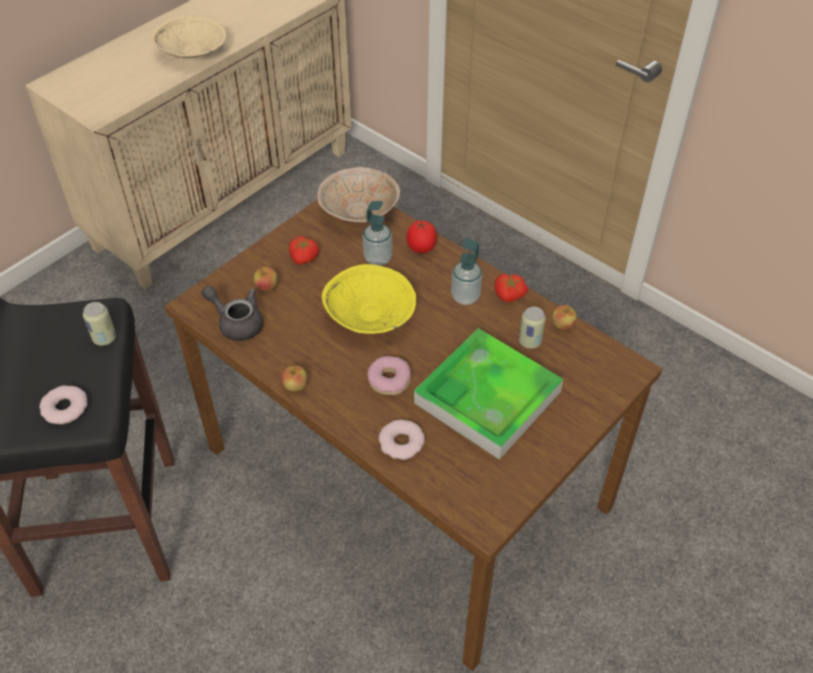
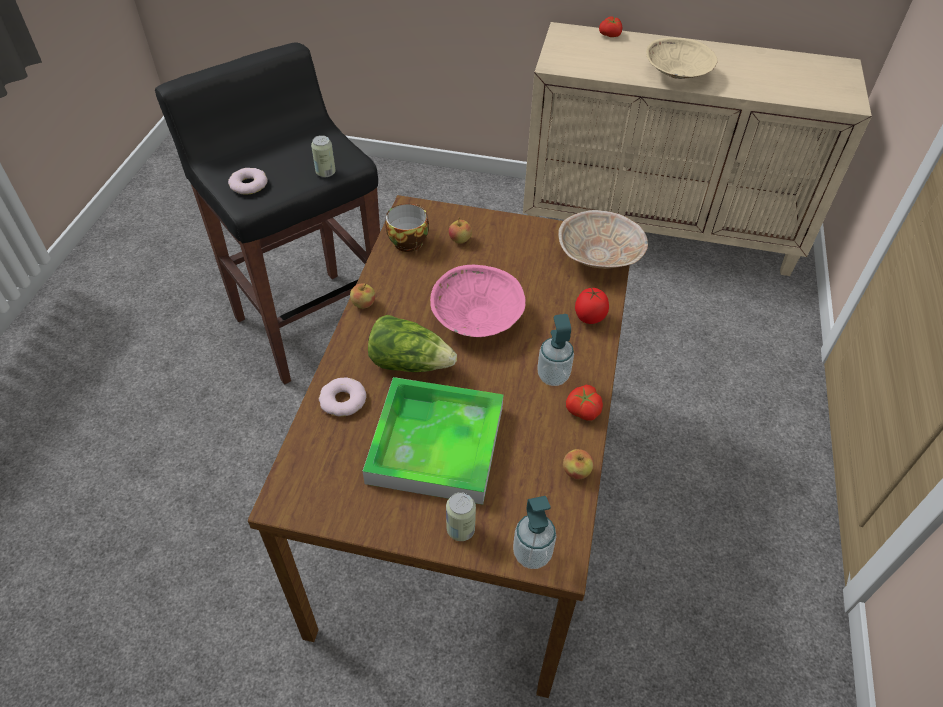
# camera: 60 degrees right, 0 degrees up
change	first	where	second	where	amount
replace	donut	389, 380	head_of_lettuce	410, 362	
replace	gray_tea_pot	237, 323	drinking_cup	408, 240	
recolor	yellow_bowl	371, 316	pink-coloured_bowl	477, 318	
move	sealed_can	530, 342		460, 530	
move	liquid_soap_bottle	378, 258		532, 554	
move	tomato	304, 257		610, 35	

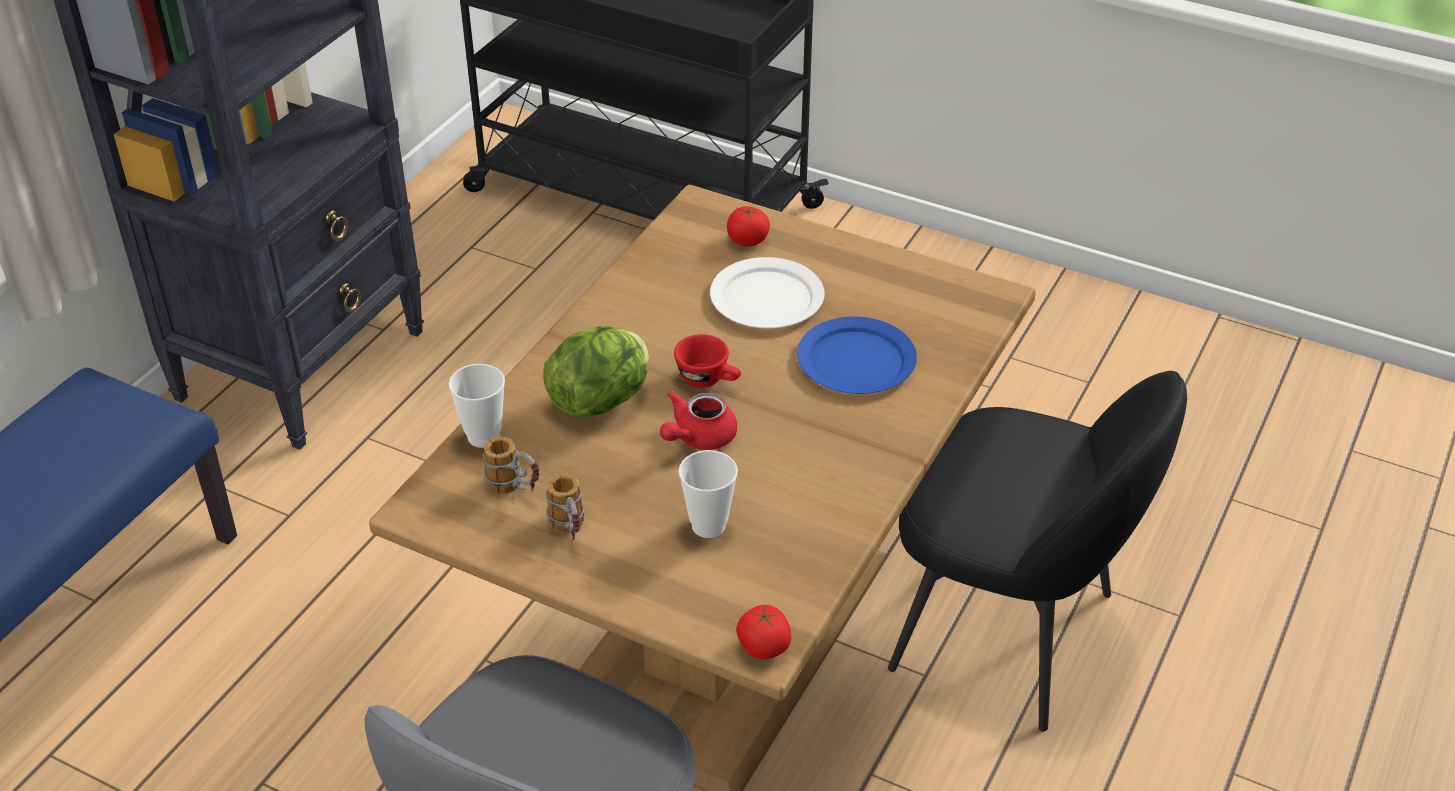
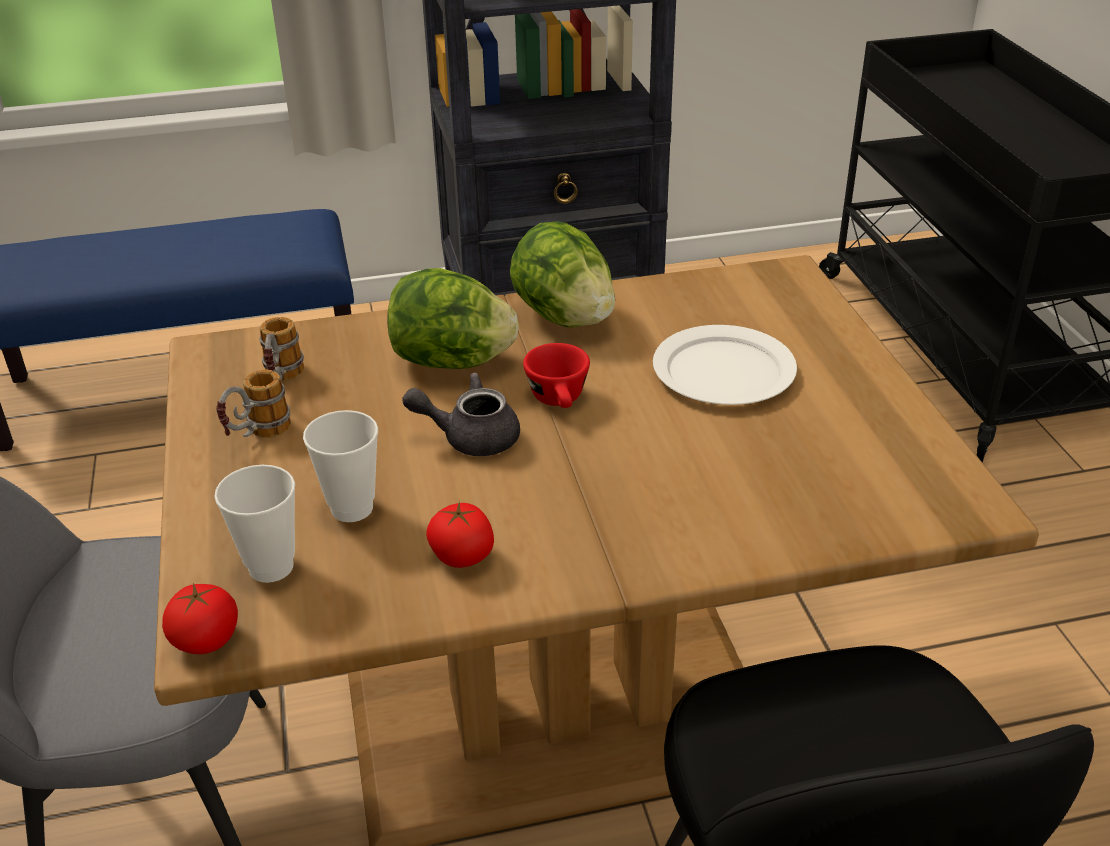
# camera: 50 degrees right, 5 degrees down
change	first	where	second	where	amount
move	drinking_cup	483, 436		271, 567	
recolor	red-coloured_tea_pot	698, 437	gray_tea_pot	470, 437	
move	tomato	748, 241		462, 556	
insert			head_of_lettuce	564, 317	
delete	blue_plate	855, 361			

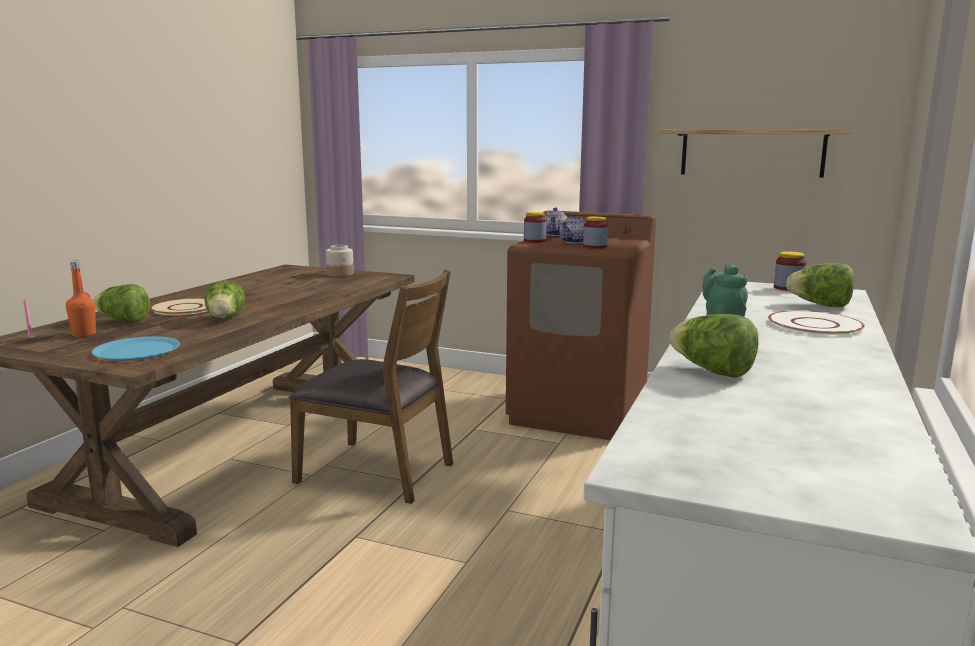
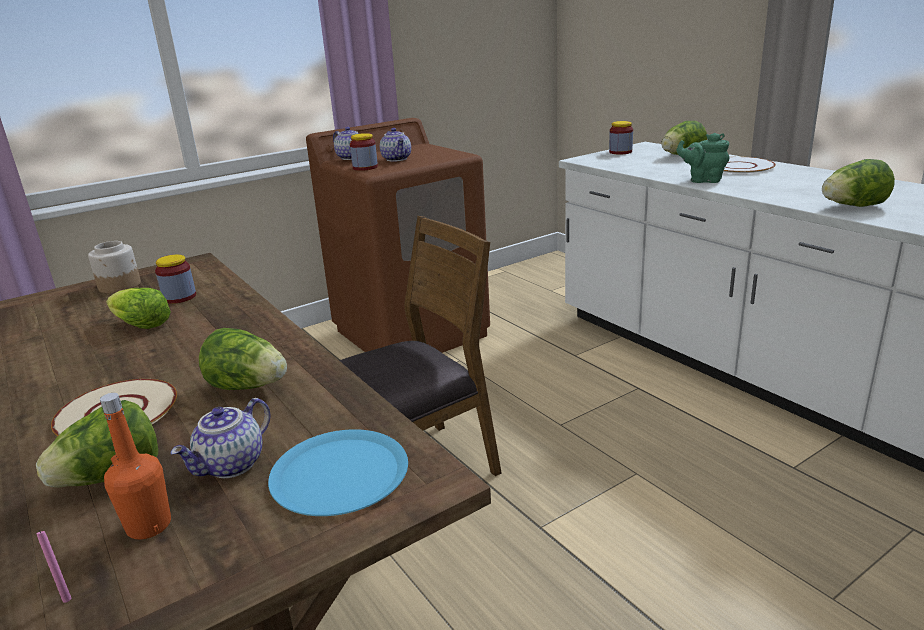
# camera: 55 degrees left, 10 degrees up
change	first	where	second	where	amount
insert			head_of_lettuce	140, 325	
move	preserve_jar	594, 247		179, 297	
insert			tea_pot	232, 466	
delete	bracket_shelf	752, 153			

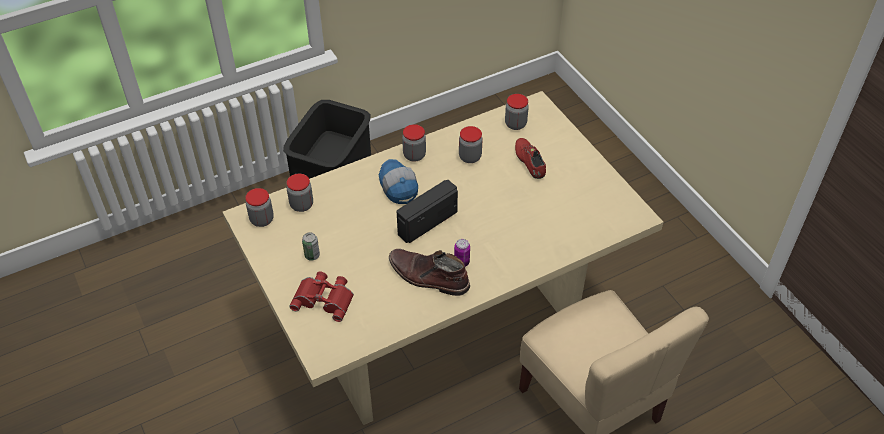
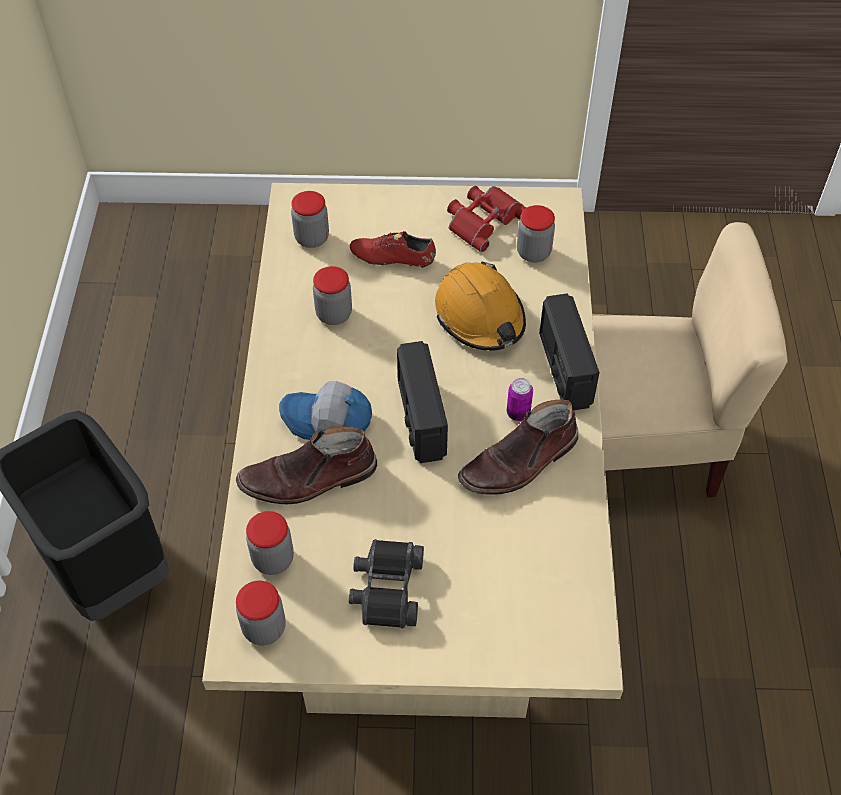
# camera: 60 degrees left, 5 degrees up
change	first	where	second	where	amount
insert			brownish_high-top_boot	308, 479	
replace	sealed_can	312, 255	black-coloured_binoculars	387, 589	
insert			orangey_safety_helmet	480, 316	
move	red-coloured_binoculars	324, 298		483, 220	
move	preserve_jar	414, 155		533, 253	
insert			radio_receiver	564, 369	

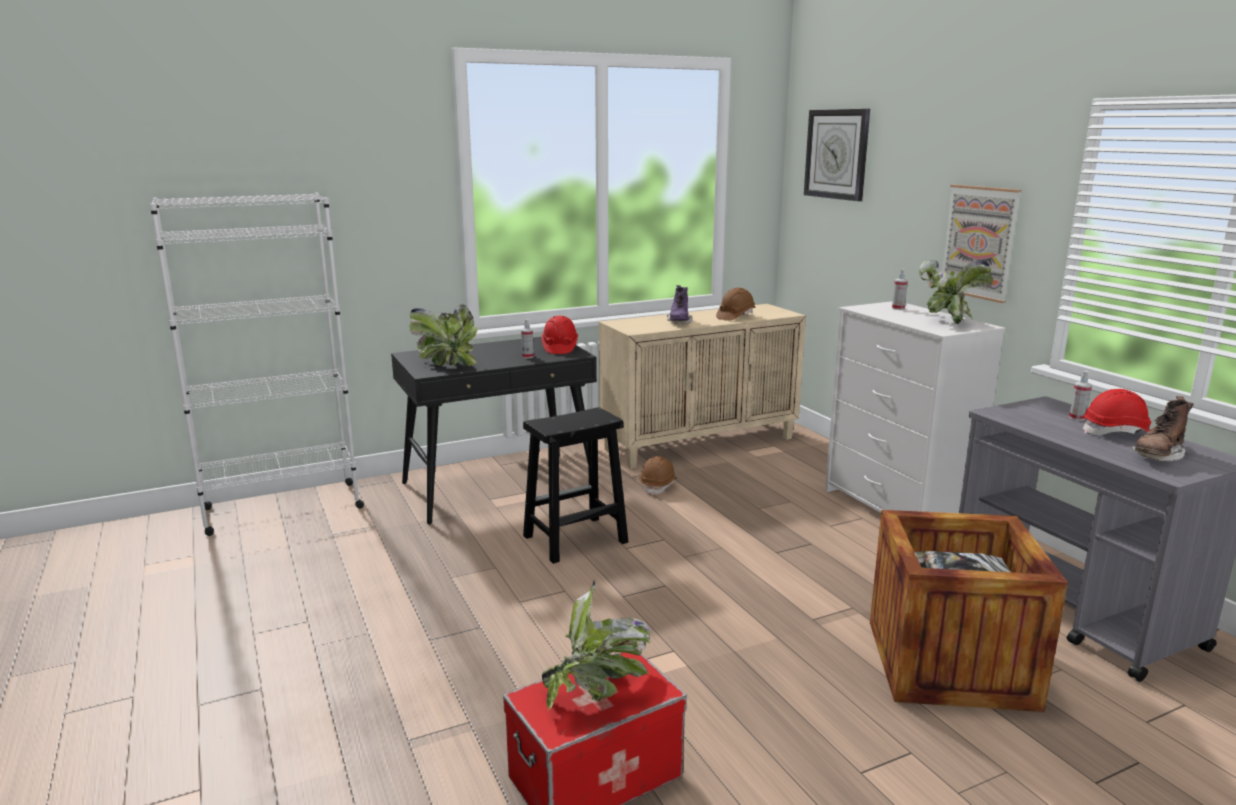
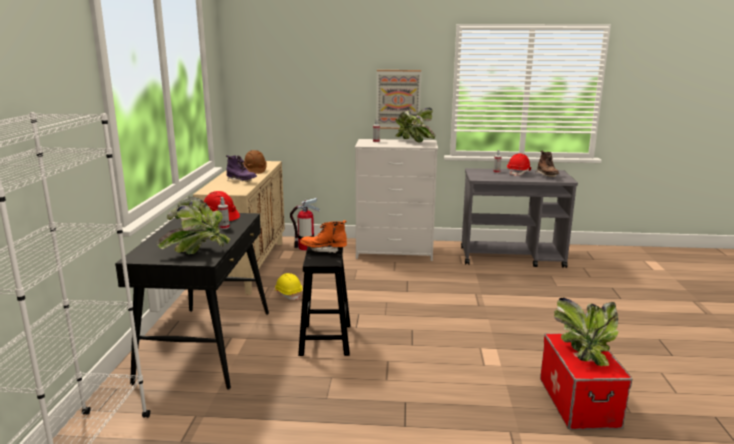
# camera: 60 degrees left, 0 degrees up
change	first	where	second	where	amount
recolor	brownish_safety_helmet	658, 486	yellow_safety_helmet	288, 294	
insert			fire-fighting_cylinder	306, 247	
insert			orangey_high-top_boot	324, 250	
delete	hanging_clock	837, 154			
delete	crate	949, 663			

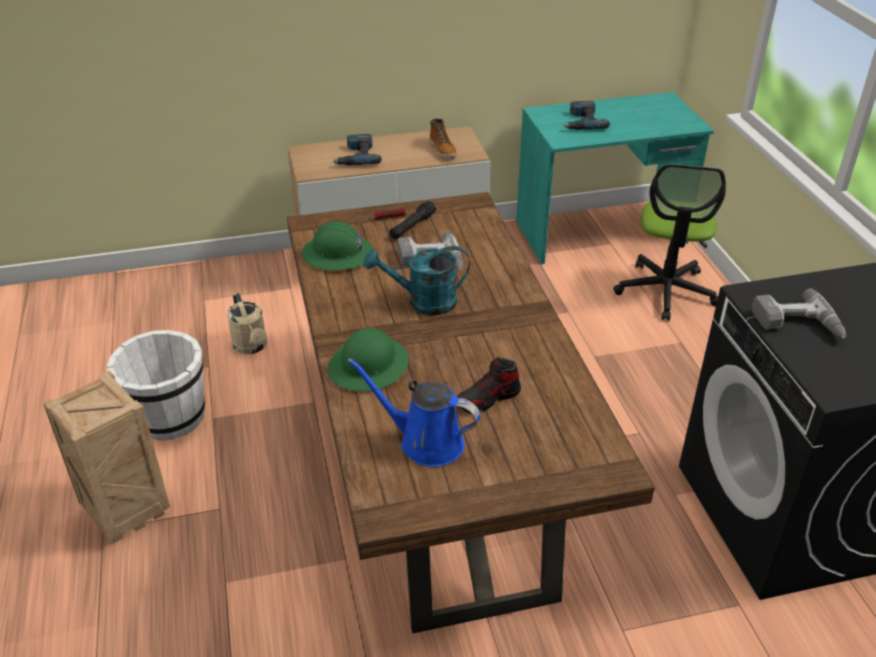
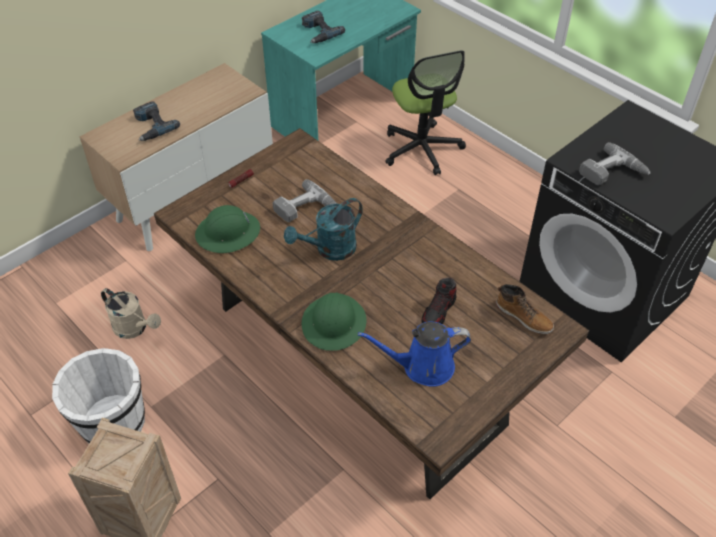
# camera: 30 degrees left, 10 degrees up
change	first	where	second	where	amount
move	high-top_boot	443, 149		524, 317	
delete	black-coloured_torch	412, 226			

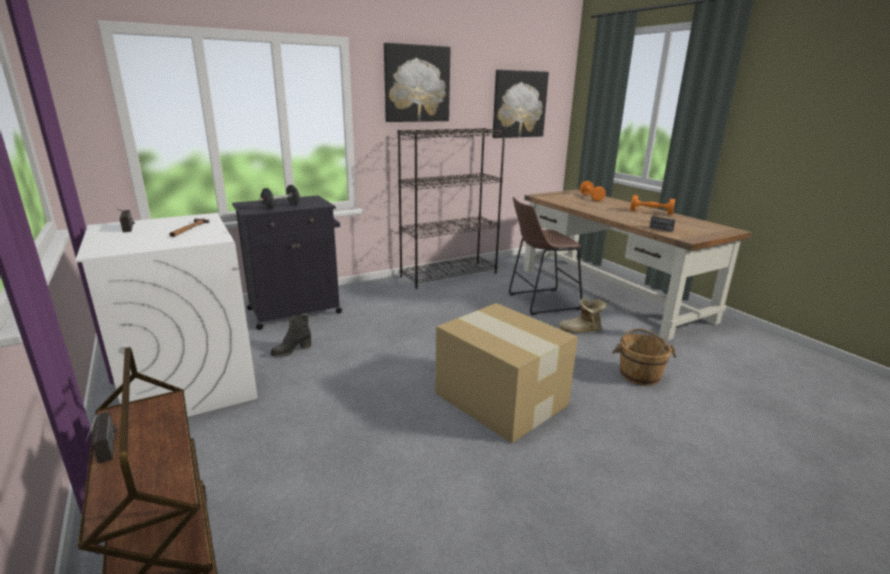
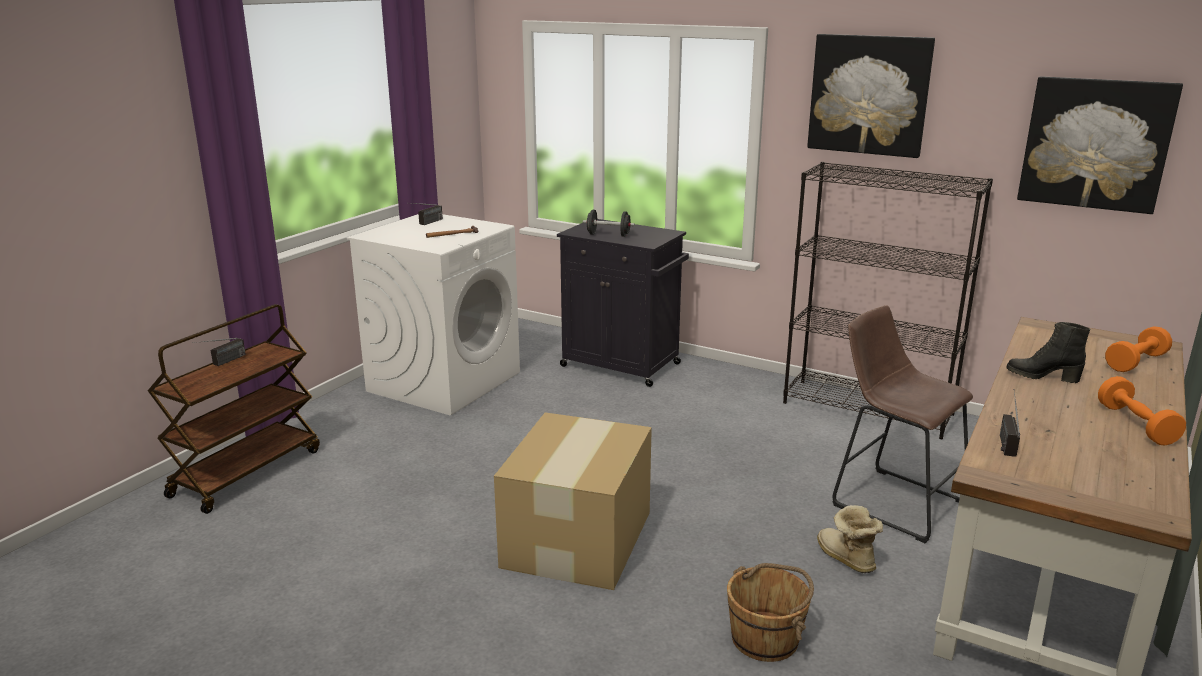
# camera: 60 degrees right, 0 degrees up
change	first	where	second	where	amount
move	black-coloured_high-top_boot	291, 351		1042, 376	

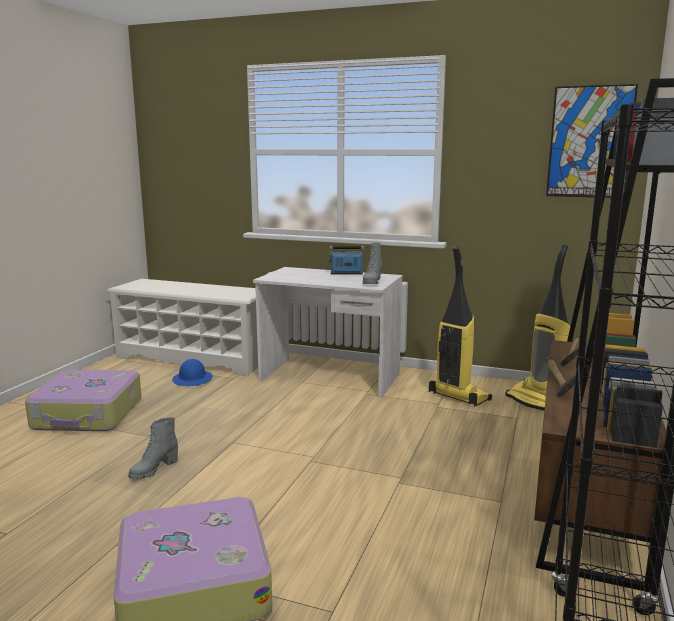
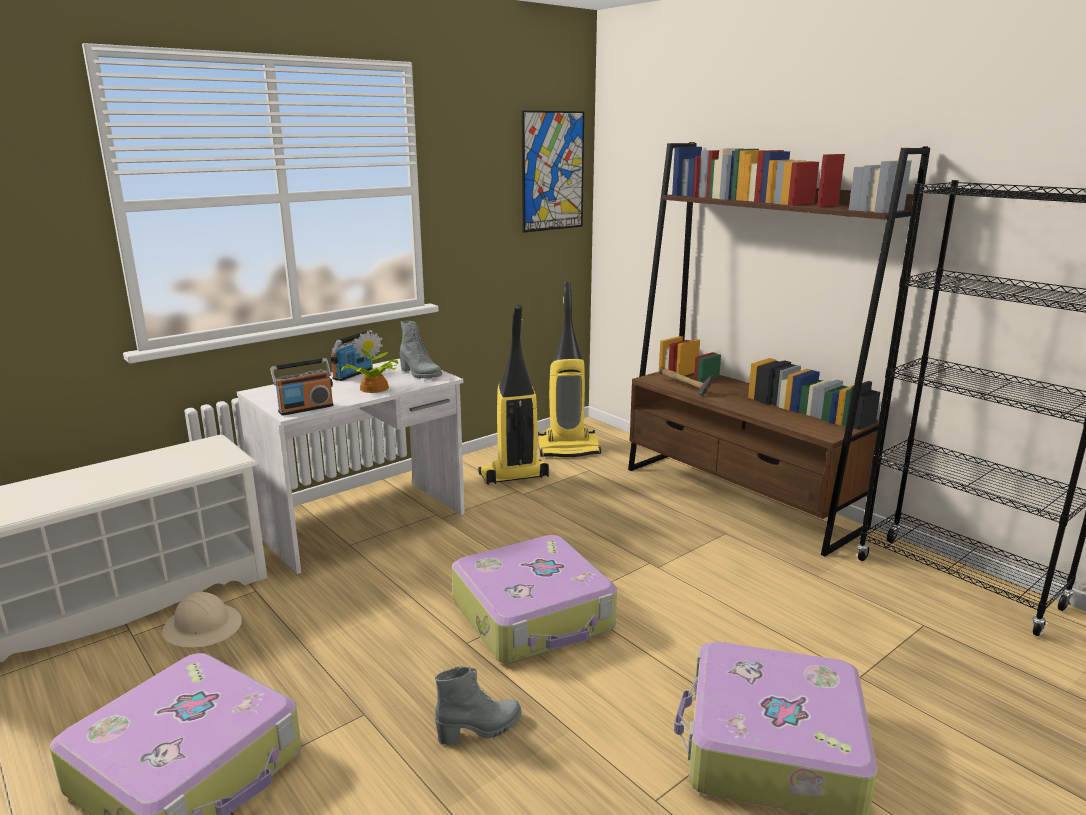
# camera: 60 degrees left, 5 degrees up
change	first	where	second	where	amount
recolor	blue_safety_helmet	193, 379	sand-coloured_safety_helmet	203, 627	
insert			radio_receiver	306, 408	
insert			plant_in_a_pot	373, 388	
rotate	gray_high-top_boot	153, 470		480, 729	90 degrees counterclockwise
insert			suitcase	534, 616	
delete	hand_hammer	557, 384			

